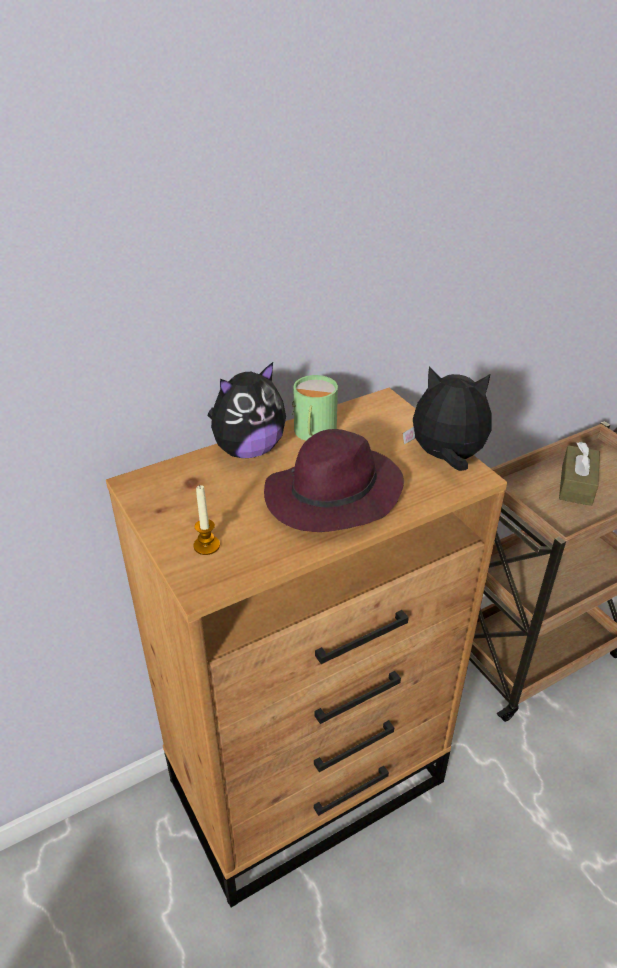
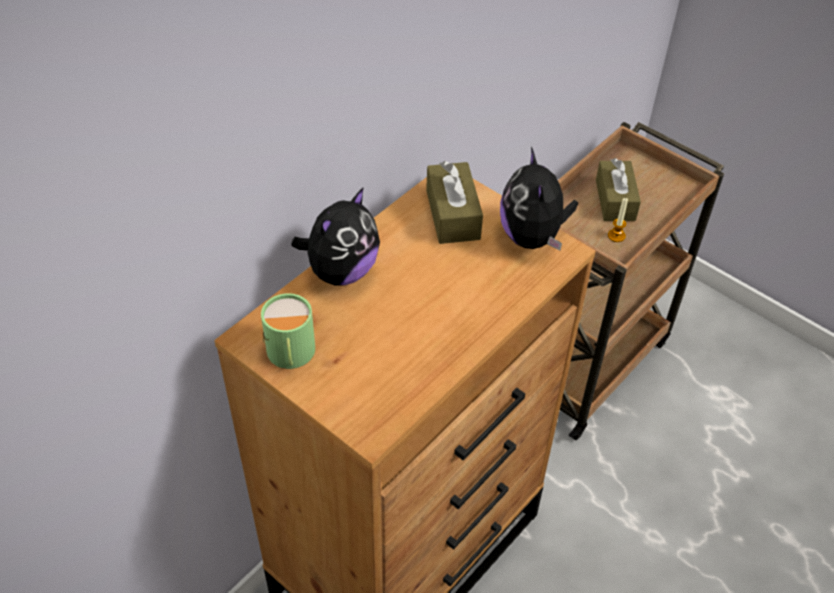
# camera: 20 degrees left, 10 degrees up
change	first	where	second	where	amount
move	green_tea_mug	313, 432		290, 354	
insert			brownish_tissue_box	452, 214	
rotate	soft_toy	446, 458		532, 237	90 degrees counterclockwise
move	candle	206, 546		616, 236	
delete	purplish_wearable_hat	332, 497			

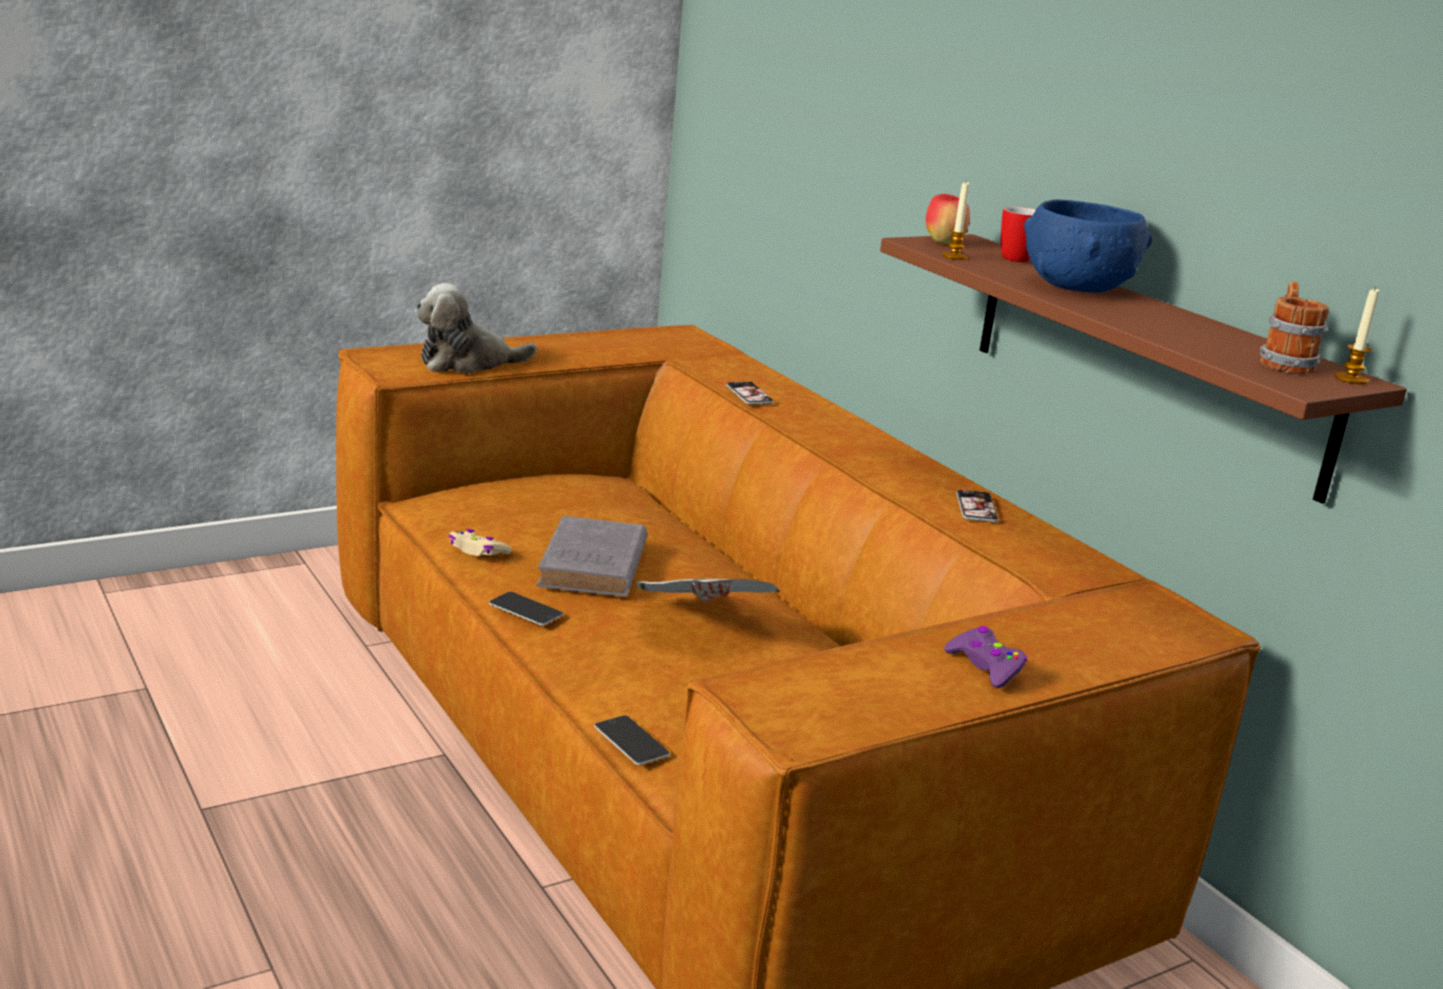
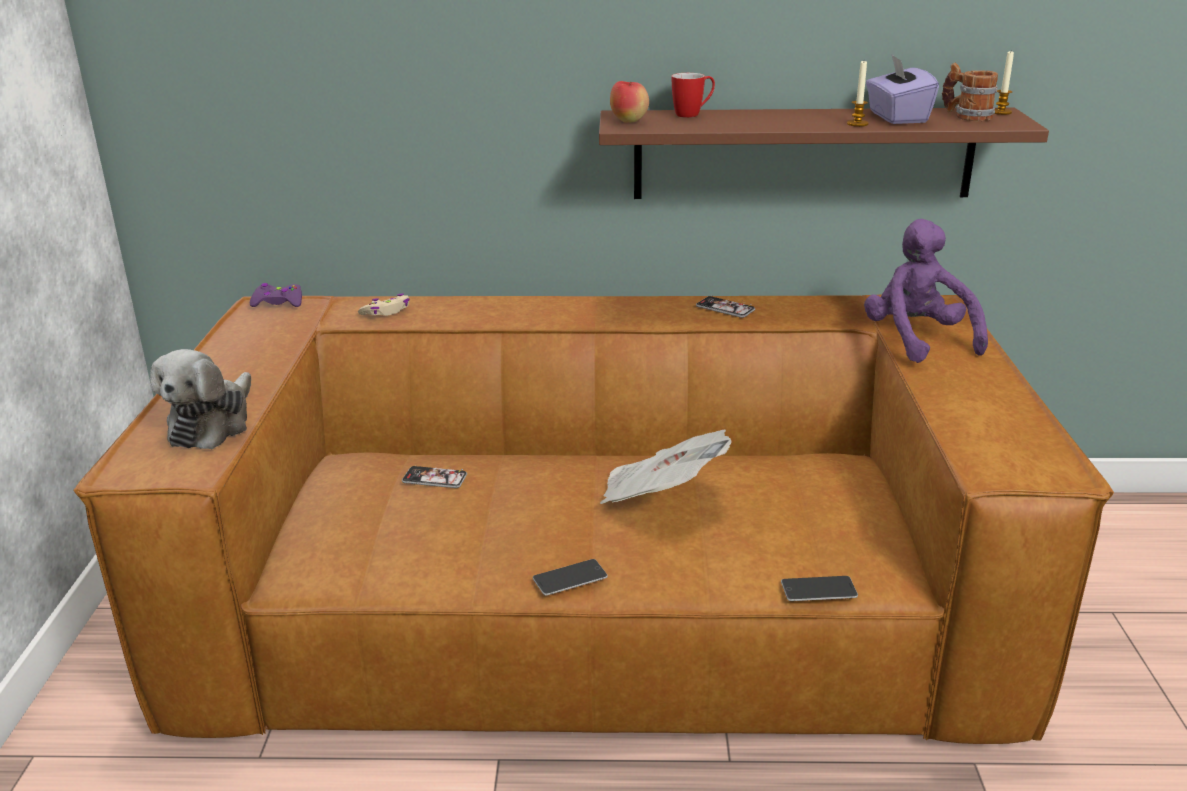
# camera: 55 degrees left, 5 degrees up
change	first	where	second	where	amount
move	purplish_joypad	985, 666		278, 302	
move	sand-coloured_joypad	478, 551		387, 312	
move	handset	749, 394		434, 478	
move	candle	954, 256		857, 124	
insert			purplish_soft_toy	917, 340	
insert			purplish_tissue_box	896, 117	
delete	gray_volume	592, 566			
delete	blue_bowl	1077, 287			

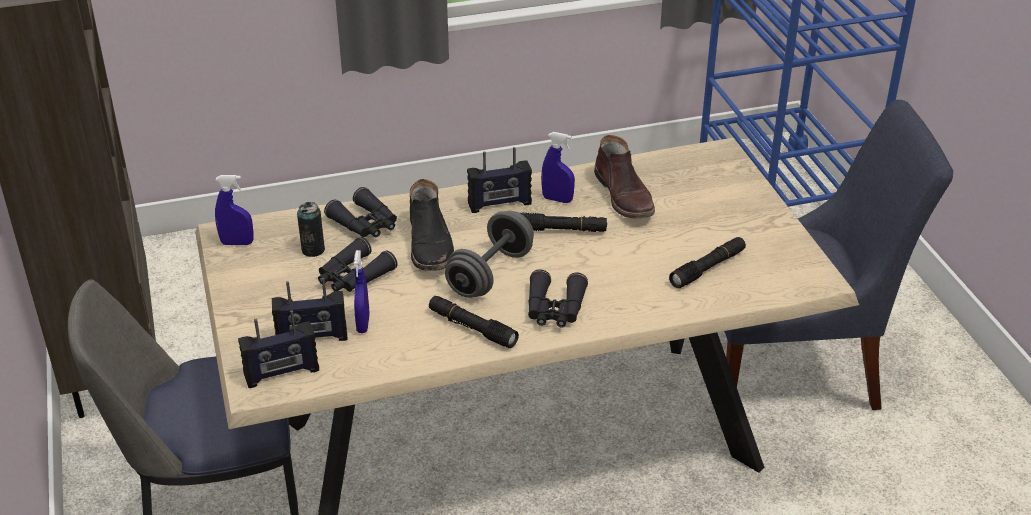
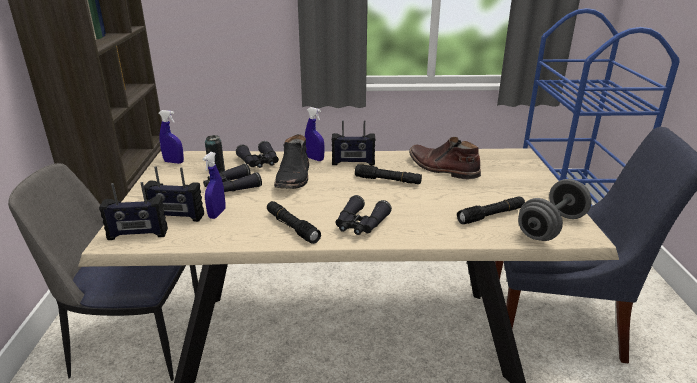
# camera: 15 degrees right, 10 degrees down
change	first	where	second	where	amount
move	blue_hand_sprayer	557, 199		315, 159	
rotate	brownish_high-top_boot	625, 196		442, 168	135 degrees clockwise
move	gray_hand_weight	490, 273		551, 227	

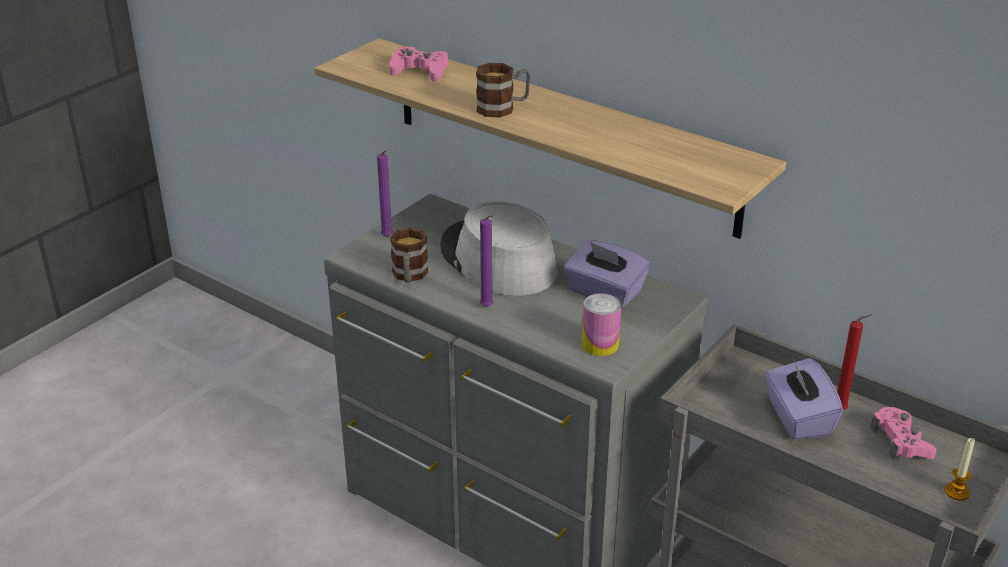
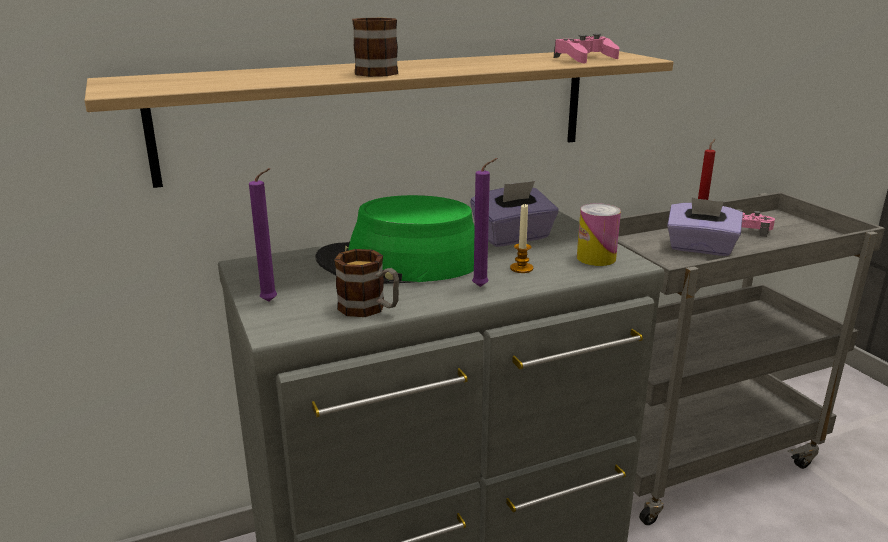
# camera: 60 degrees left, 10 degrees down
change	first	where	second	where	amount
recolor	gray_wearable_hat	497, 260	green_wearable_hat	399, 262	
move	candle	956, 492		521, 268	
move	pink-coloured_joypad	420, 71		584, 59	

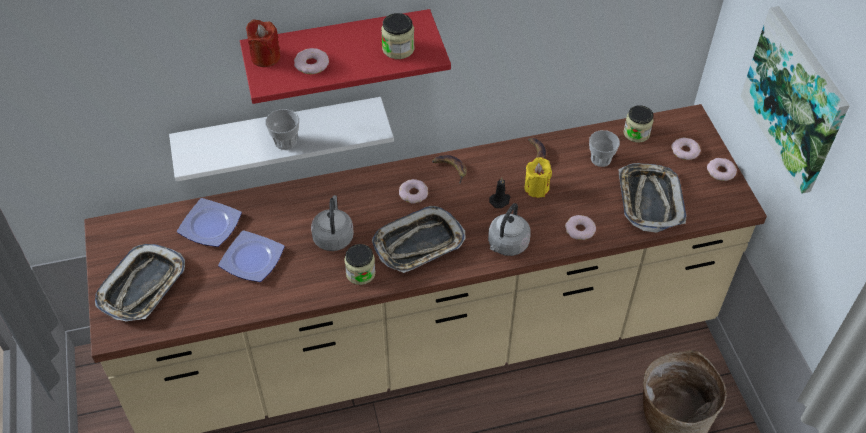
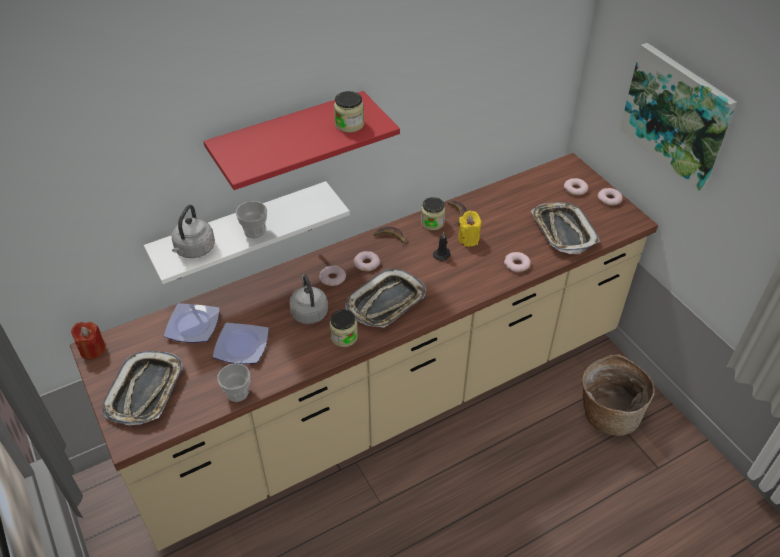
# camera: 15 degrees left, 5 degrees down
change	first	where	second	where	amount
move	red-coloured_candle	265, 57		92, 350	
move	gray_water_kettle	507, 245		194, 250	
move	drinking_cup	600, 159		237, 393	
move	donut	311, 64		332, 278	
move	preserve_jar	636, 133		432, 222	

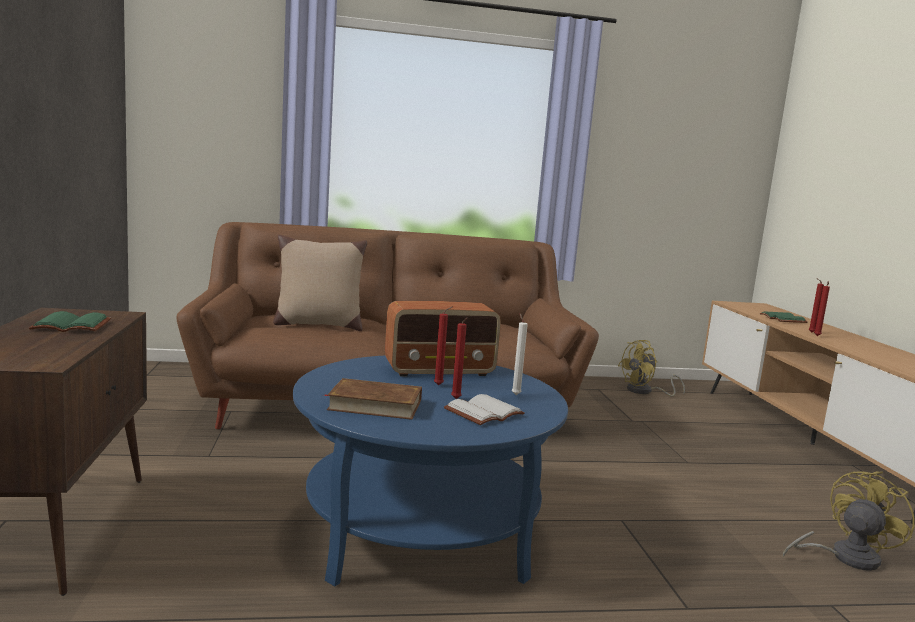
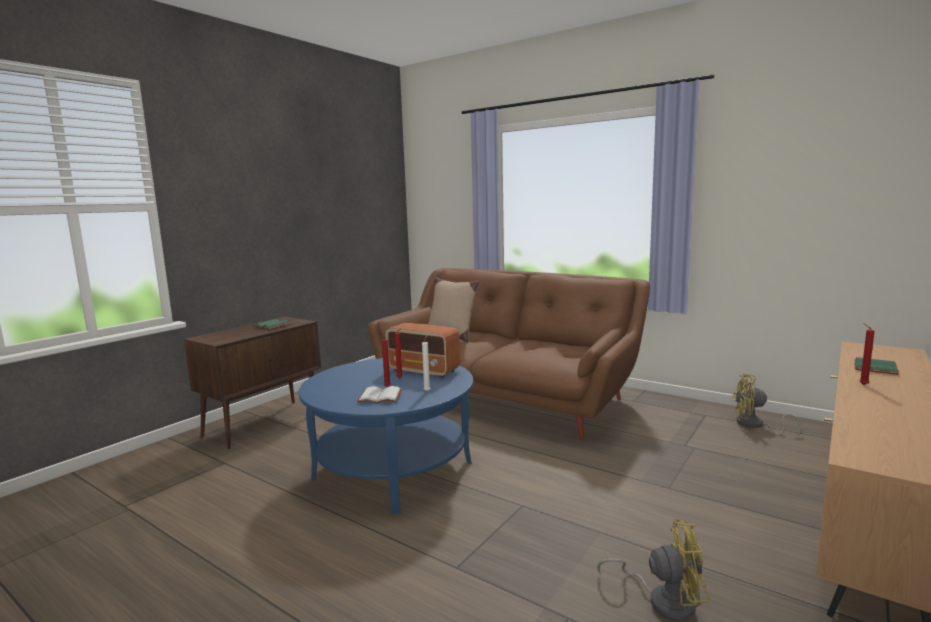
# camera: 45 degrees right, 0 degrees up
change	first	where	second	where	amount
delete	brownish_volume	375, 405			
delete	red-coloured_candle	817, 336			

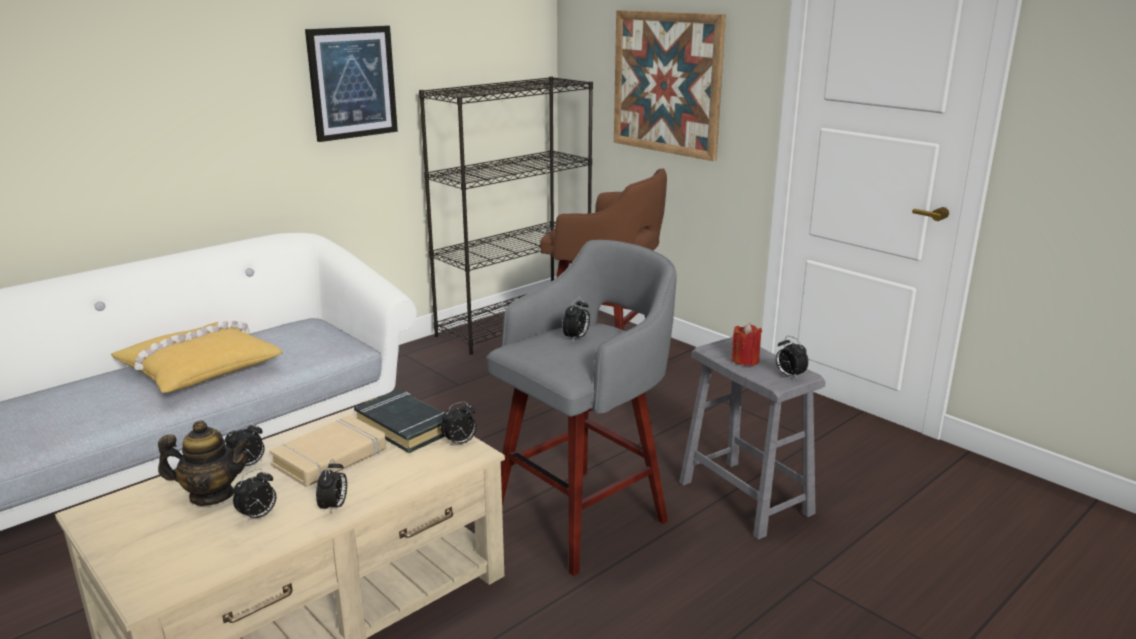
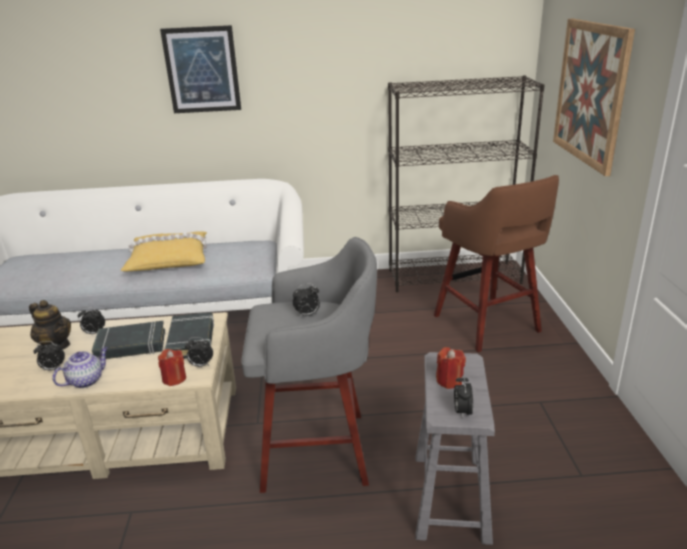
# camera: 40 degrees right, 5 degrees up
change	first	where	second	where	amount
replace	bedside_clock	334, 507	tea_pot	86, 380	
recolor	sand-coloured_volume	330, 458	black-coloured_volume	131, 345	
insert			red-coloured_candle	174, 378	
move	wall_picture	352, 82		202, 70	

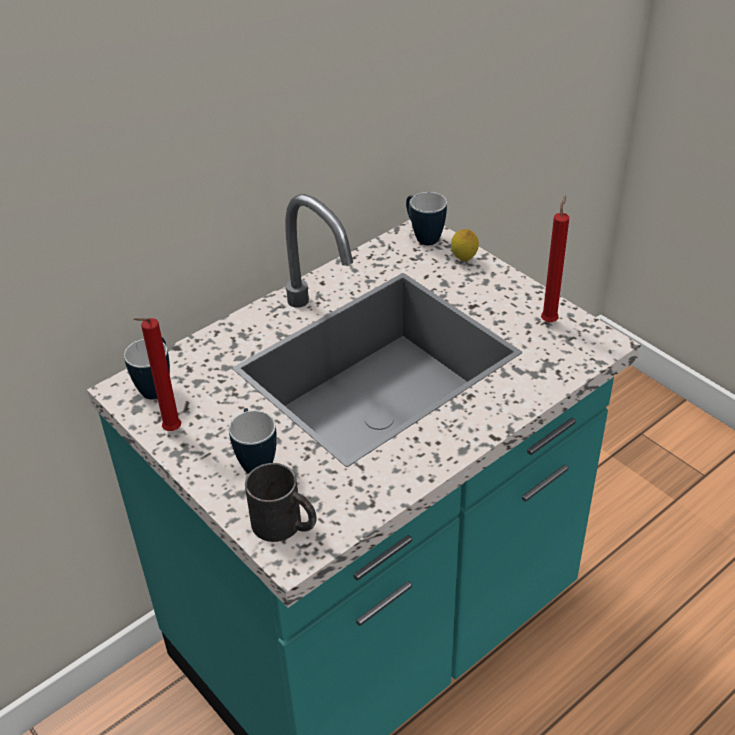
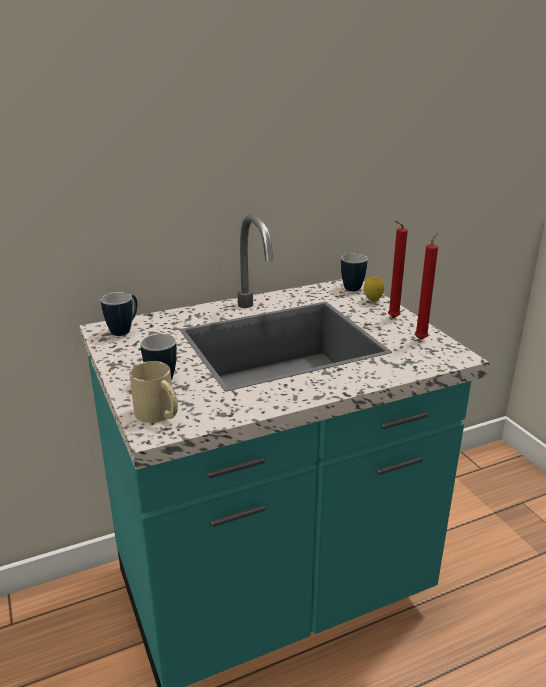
# camera: 15 degrees right, 15 degrees down
change	first	where	second	where	amount
recolor	black-coloured_tea_mug	285, 525	sand-coloured_tea_mug	159, 414	
move	red-coloured_candle	170, 431		392, 318	

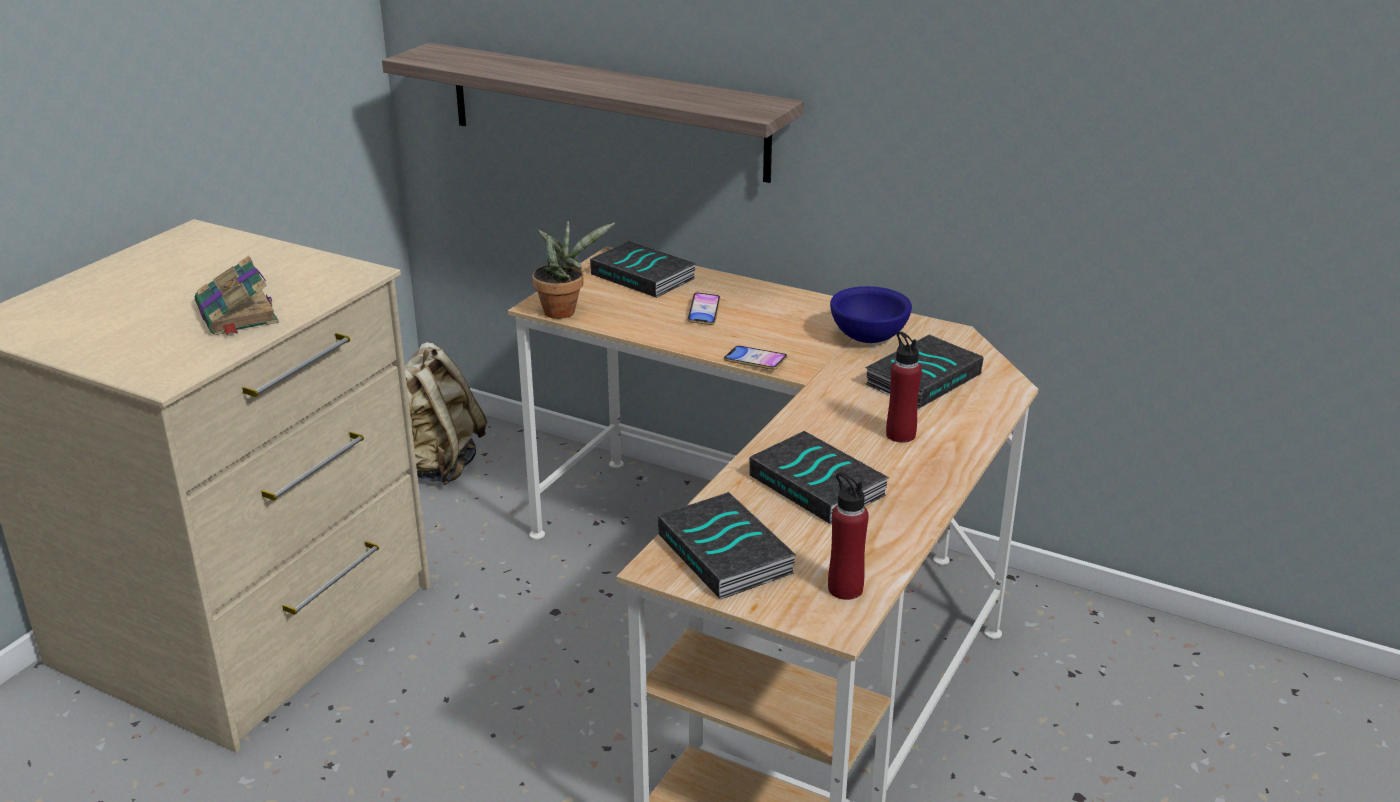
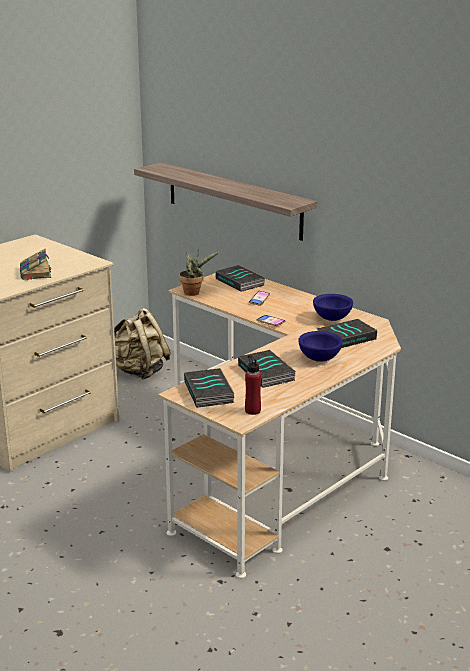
# camera: 15 degrees right, 5 degrees down
change	first	where	second	where	amount
replace	red-coloured_drink_bottle	900, 435	blue_bowl	319, 358	

